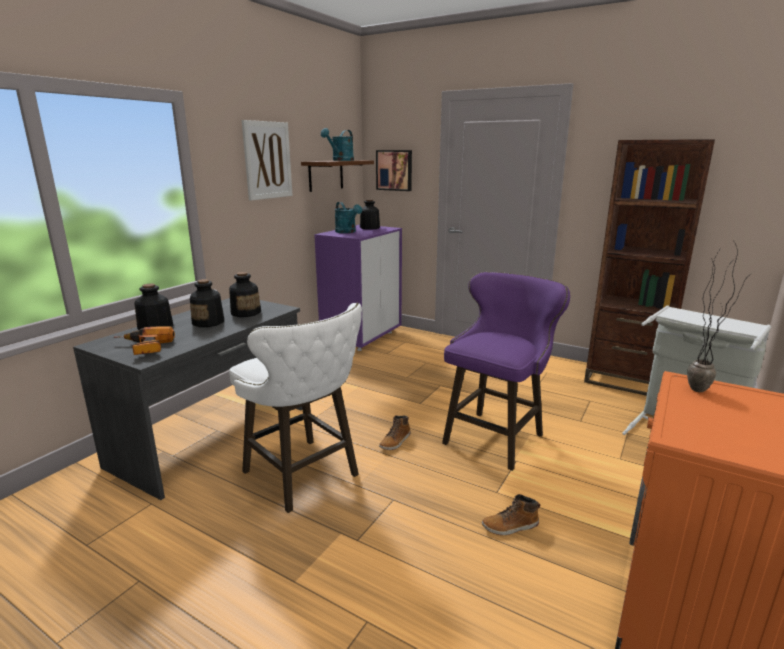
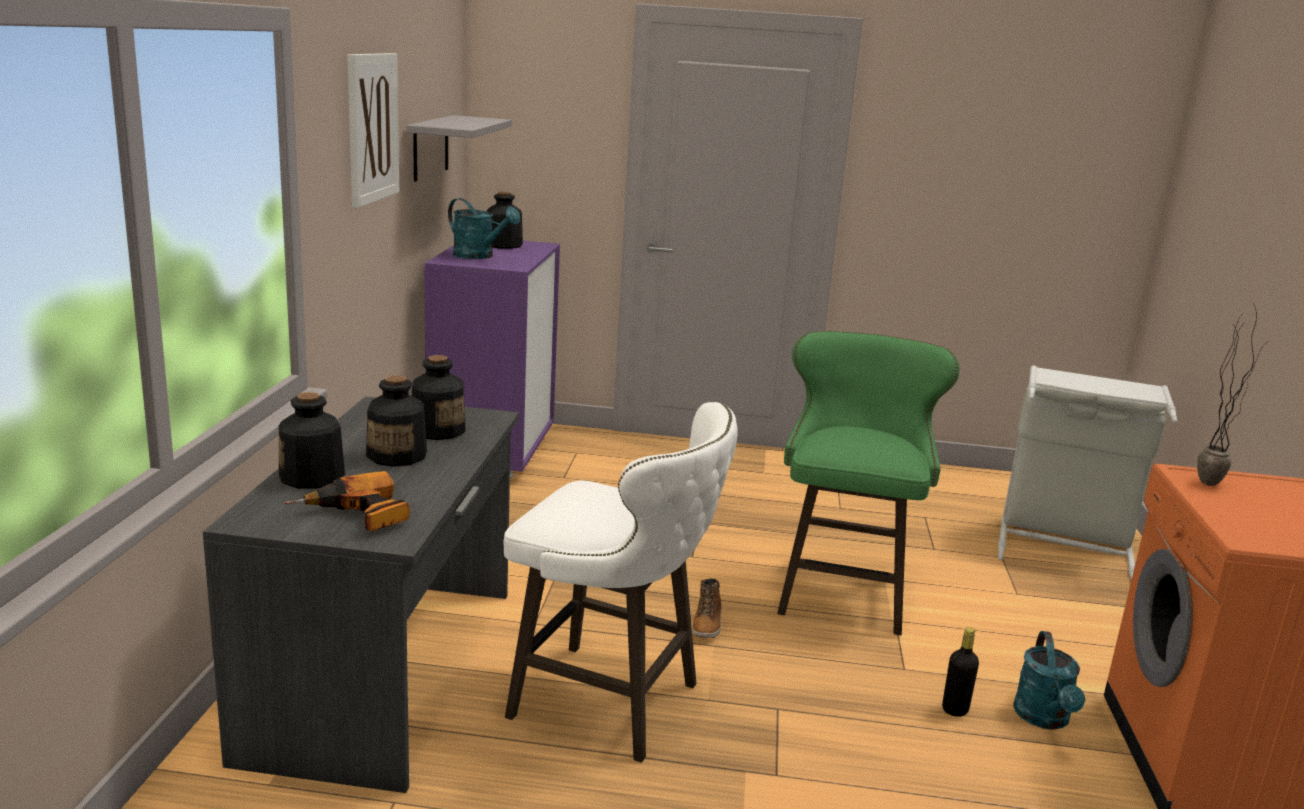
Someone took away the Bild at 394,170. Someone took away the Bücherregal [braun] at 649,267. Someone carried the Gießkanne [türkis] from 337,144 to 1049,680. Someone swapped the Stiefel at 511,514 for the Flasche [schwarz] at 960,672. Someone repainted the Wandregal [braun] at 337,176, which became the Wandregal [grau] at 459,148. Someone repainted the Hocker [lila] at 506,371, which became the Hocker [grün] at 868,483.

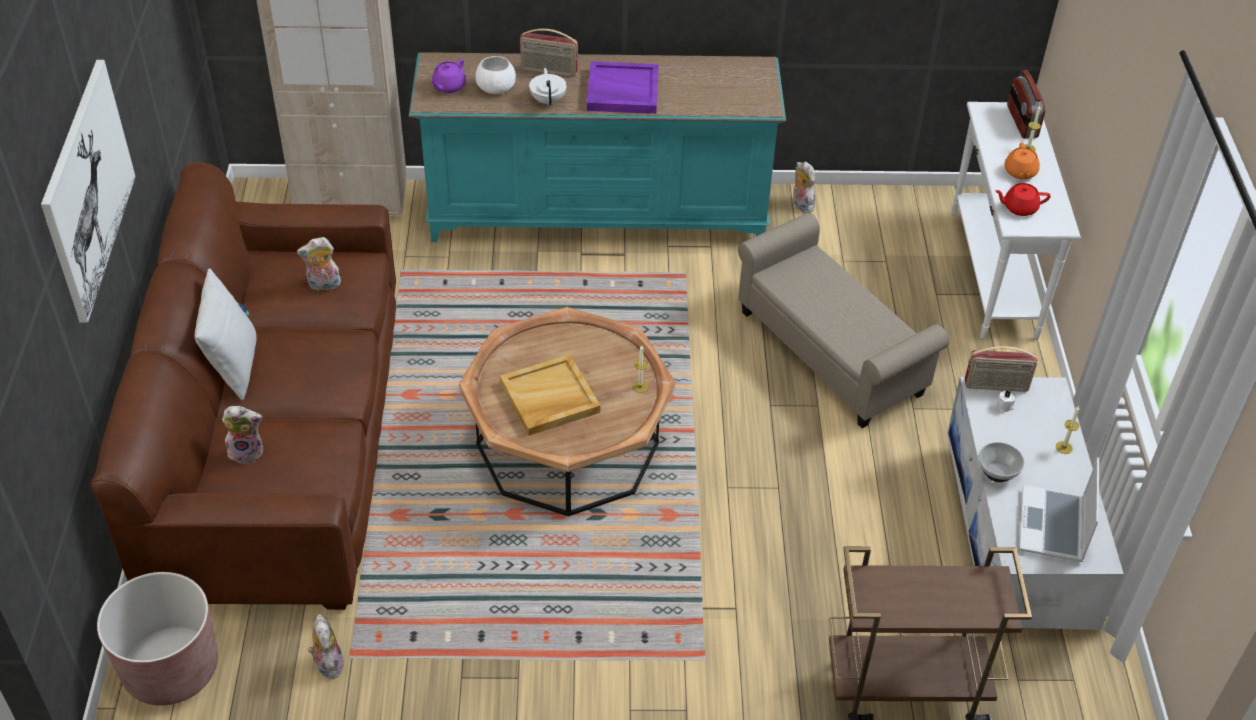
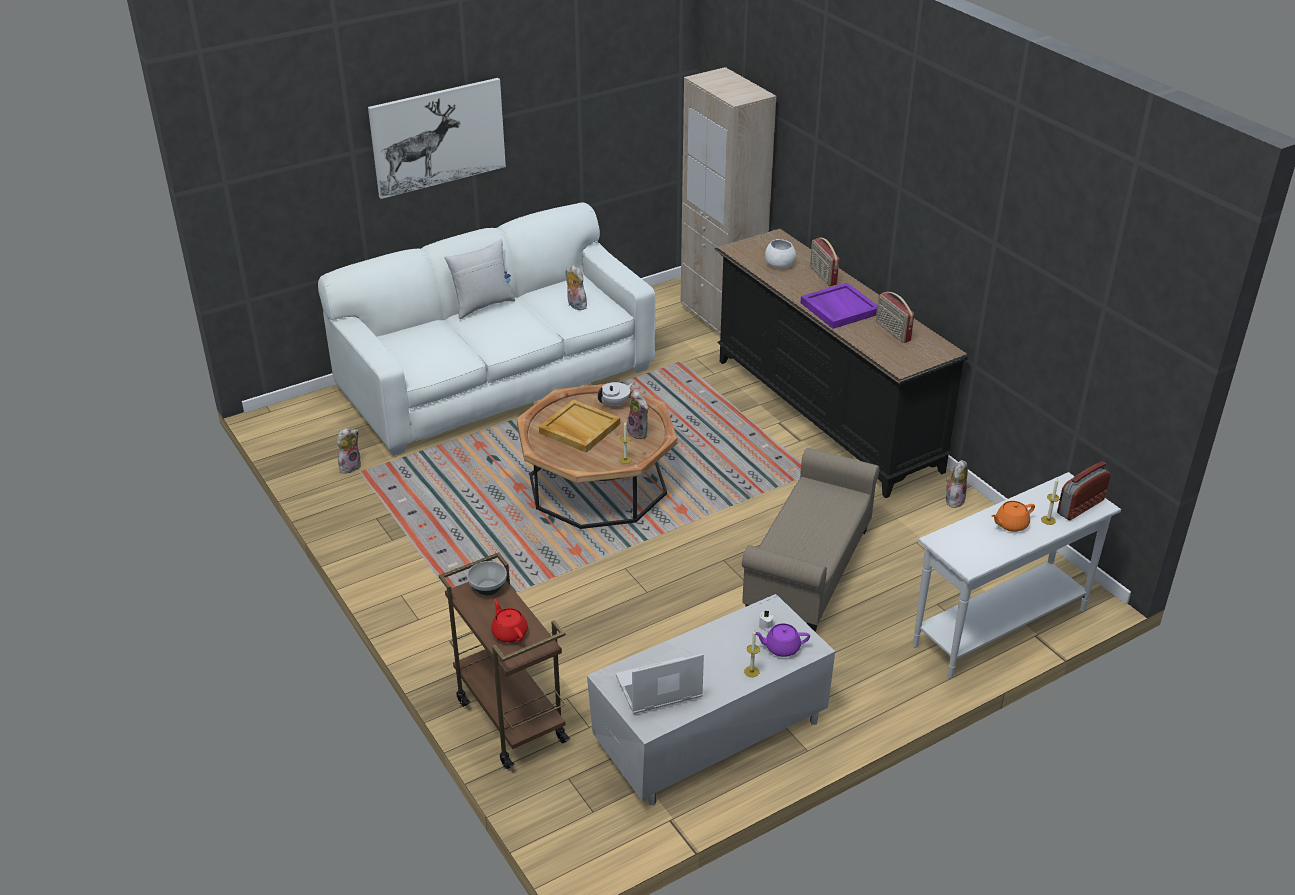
Someone took away the Pflanzkübel [braun] at 157,639. Someone carried the Plüschtier from 242,435 to 638,414. Someone carried the Teekanne [lila] from 448,76 to 783,640. Someone carried the Teekanne [weiß] from 548,87 to 616,394. Someone carried the Radio from 1001,369 to 895,317. Someone carried the Schüssel from 1001,462 to 487,578. Someone carried the Teekanne [rot] from 1023,199 to 509,621. Someone repainted the Sofa [braun] at 243,386, which became the Sofa [weiß] at 486,329. Someone repainted the Schrank [türkis] at 597,147, which became the Schrank [schwarz] at 842,363.

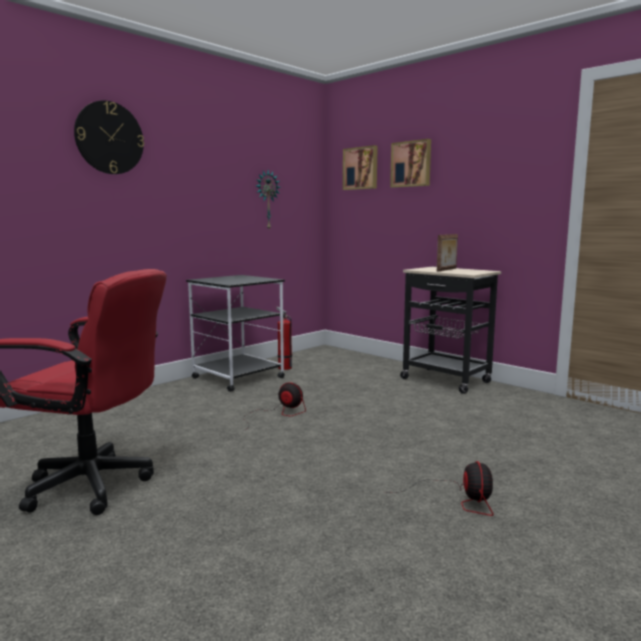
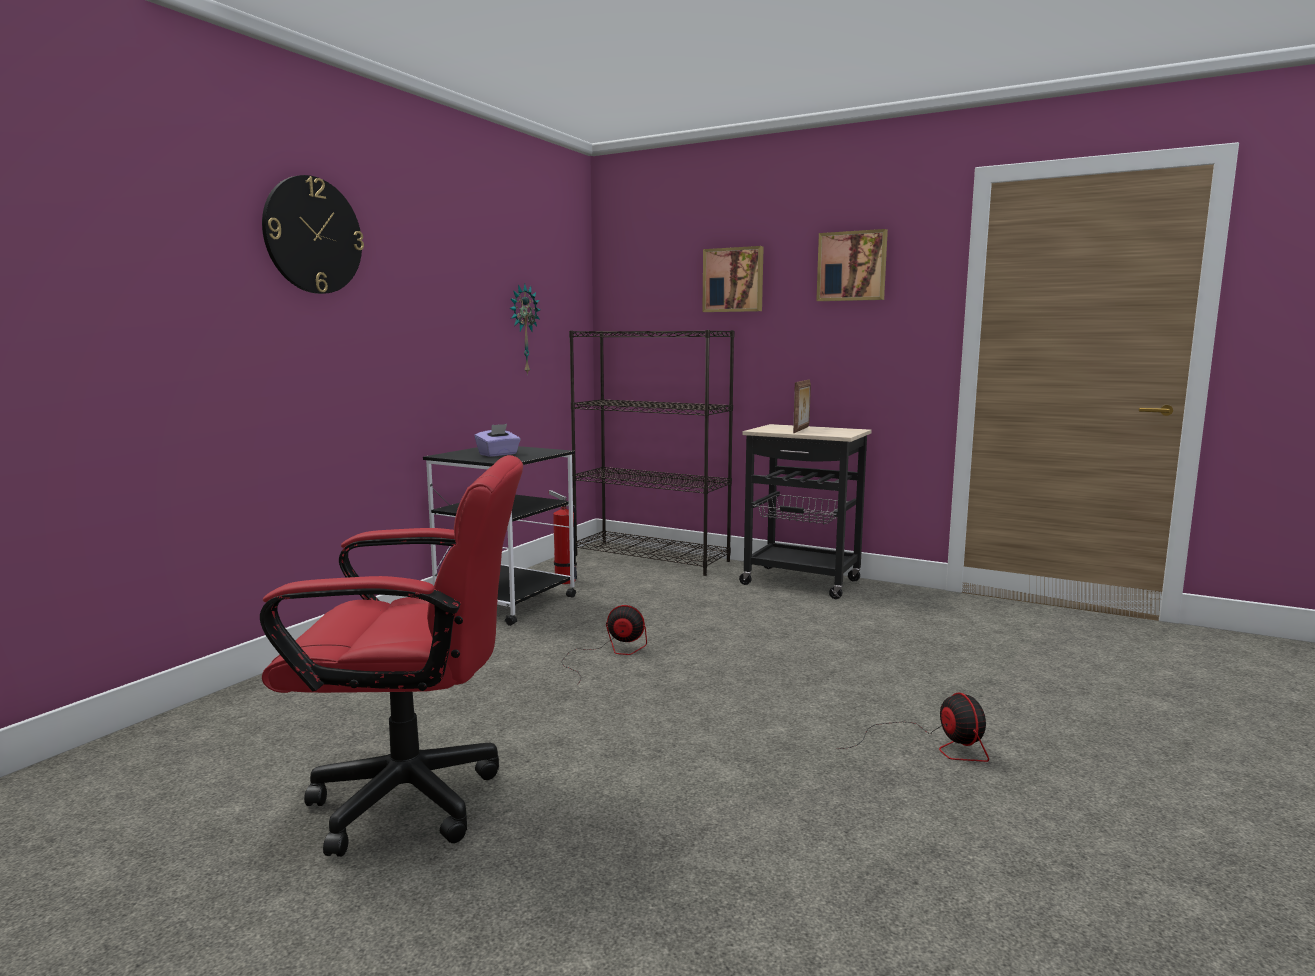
Someone put down the Taschentuchbox [lila] at 498,440. Someone put down the Bücherregal [schwarz] at 651,453. Someone carried the Bild from 360,167 to 852,265.

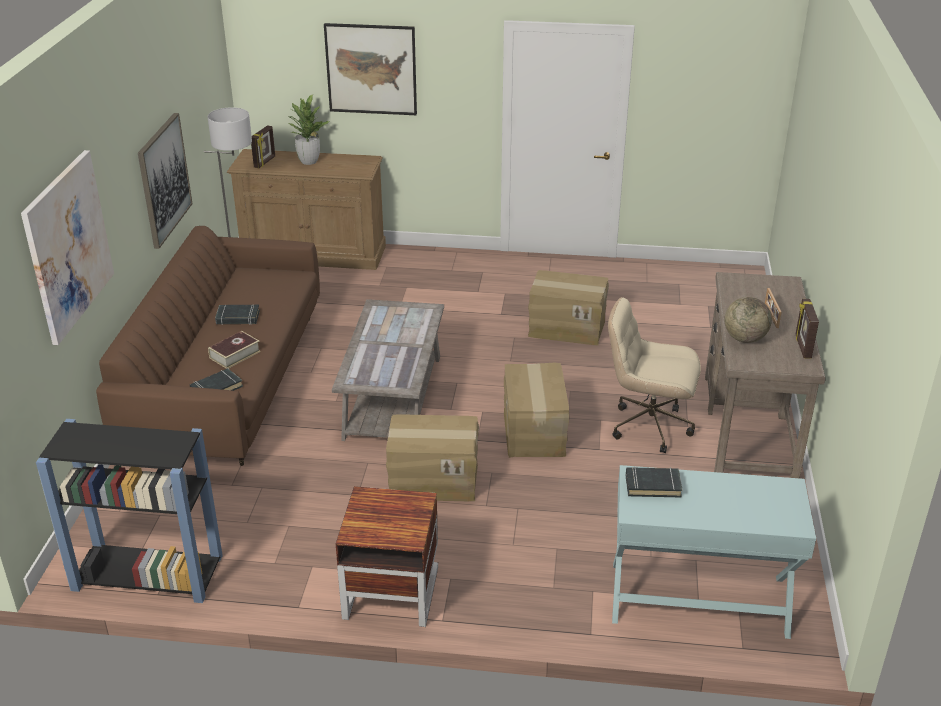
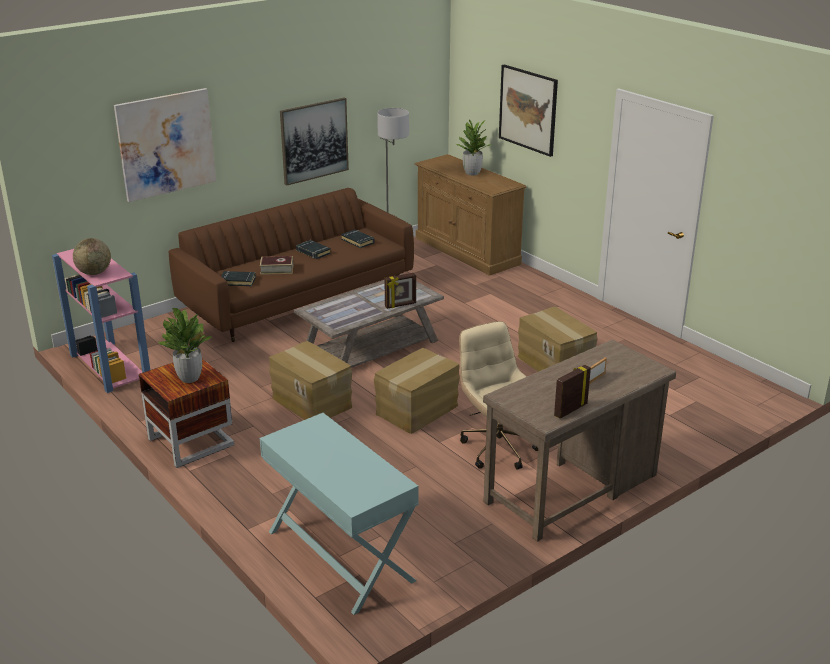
Someone put down the Topfpflanze at 184,345. Someone carried the Bilderrahmen from 263,146 to 400,291. Someone carried the Buch [schwarz] from 654,482 to 358,239. Someone carried the Globus from 748,320 to 92,256. Someone repainted the Bücherregal [schwarz] at 129,511, which became the Bücherregal [rosa] at 101,321.

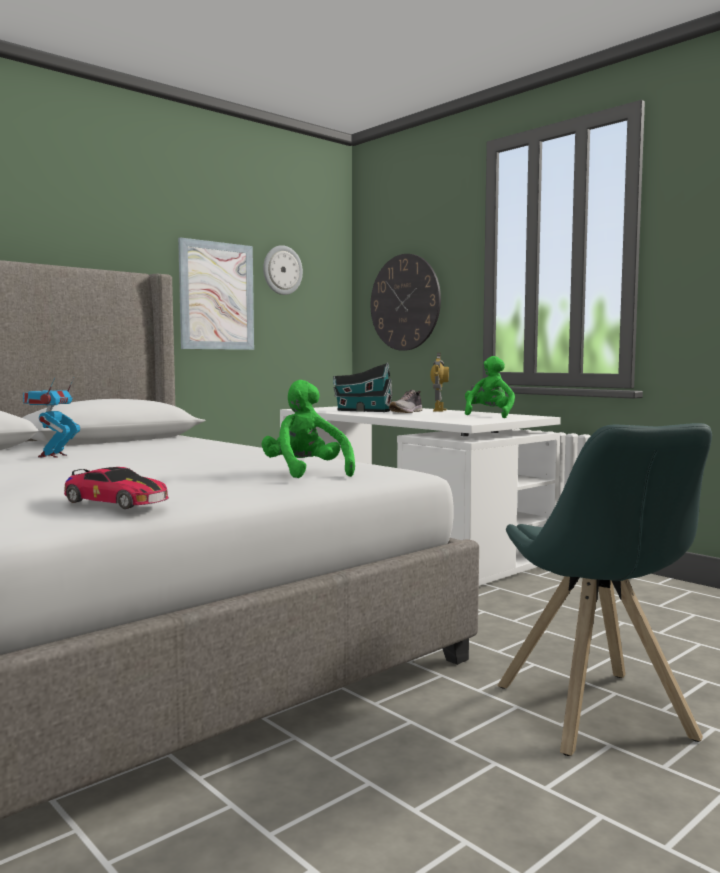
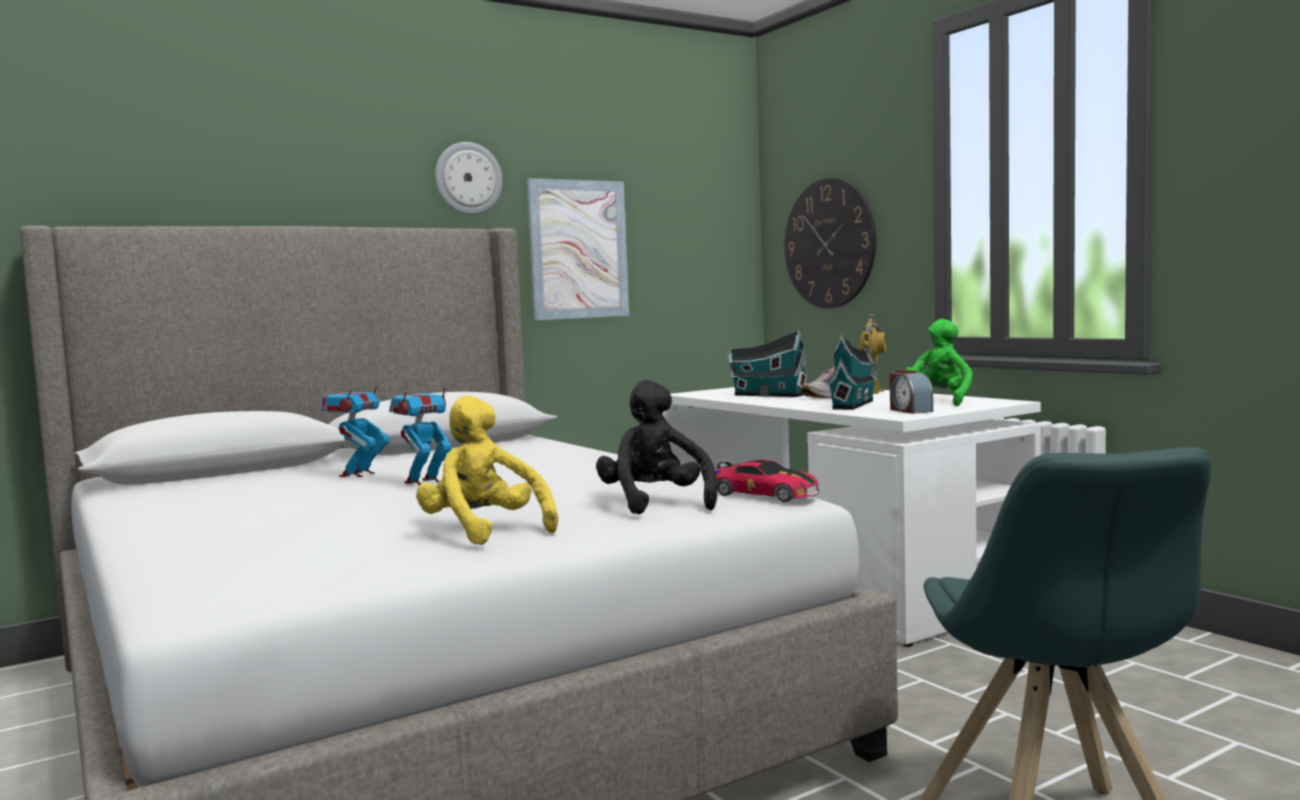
Someone put down the Spielzeugroboter at 420,431. Someone put down the Plüschtier [gelb] at 487,470. Someone put down the Spielzeughaus at 852,372. Someone put down the Wecker at 911,392. Someone carried the Spielzeugauto from 116,488 to 767,480. Someone carried the Wanduhr from 283,270 to 469,178. Someone repainted the Plüschtier [grün] at 308,429, which became the Plüschtier [schwarz] at 656,447.

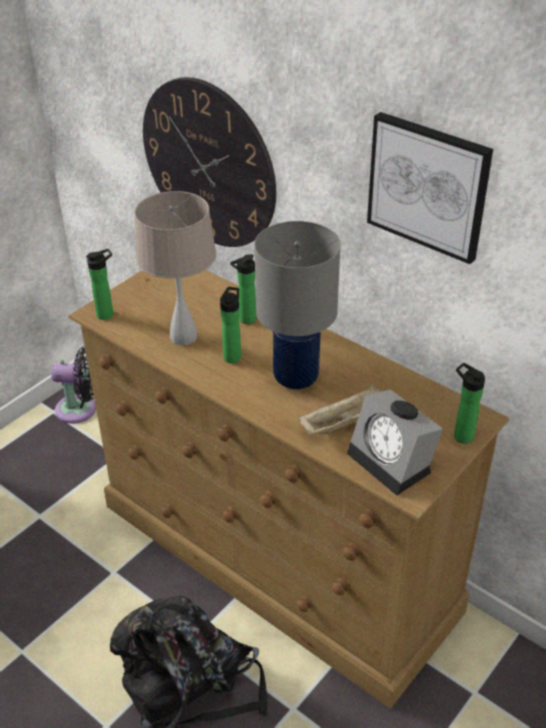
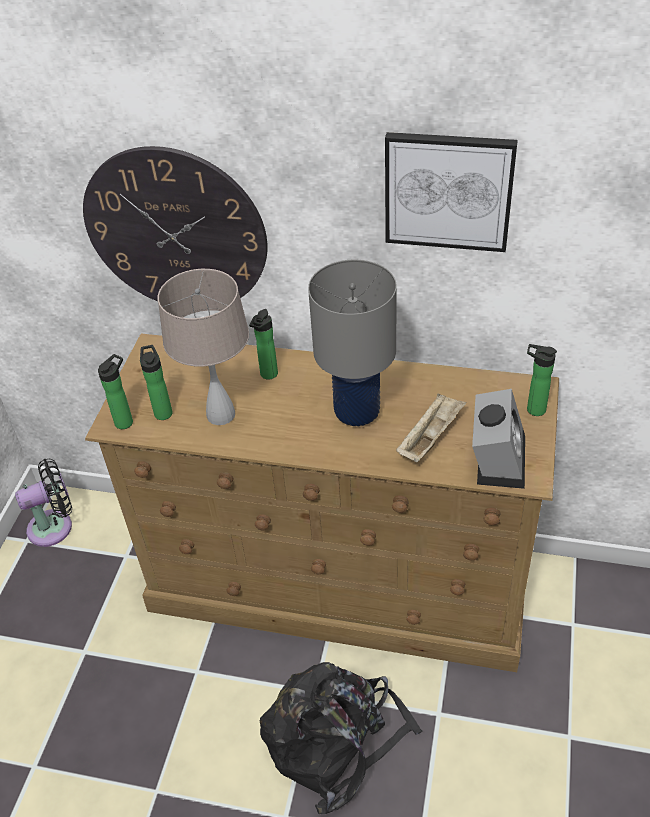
Someone carried the Flasche from 230,325 to 156,382. Someone rotated the Wecker at 395,442 by 105 degrees counterclockwise.

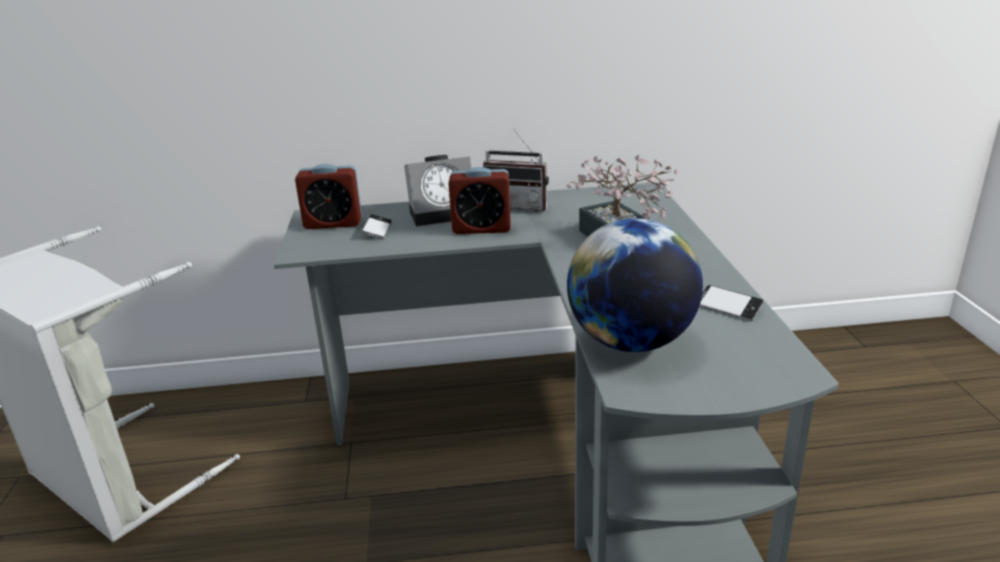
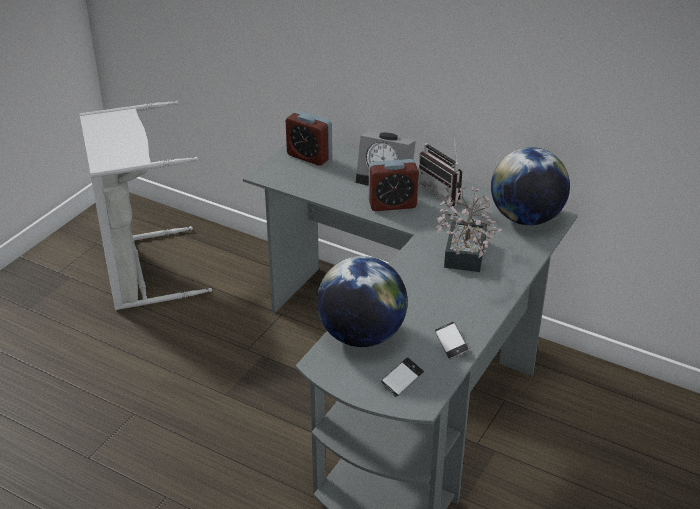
Someone put down the Globus at 530,186. Someone carried the Handy from 376,226 to 402,377. Someone rotated the Wecker at 479,200 by 45 degrees counterclockwise.

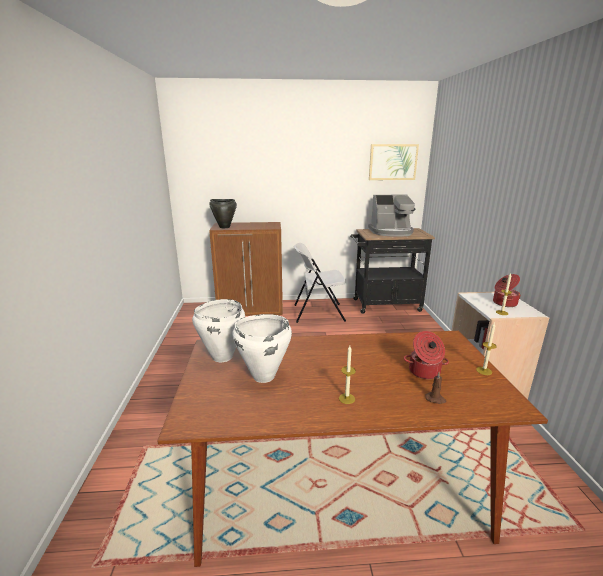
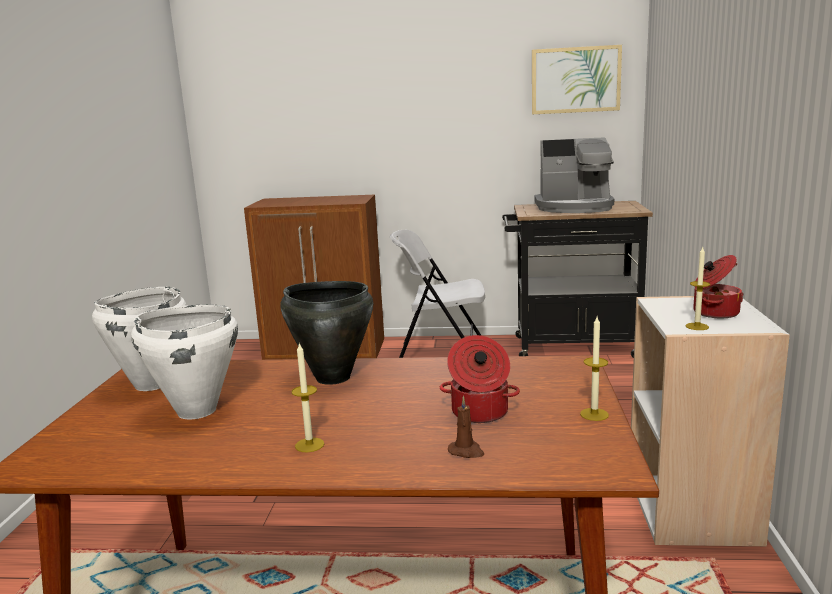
Someone carried the Kochtopf [schwarz] from 223,213 to 326,333.

